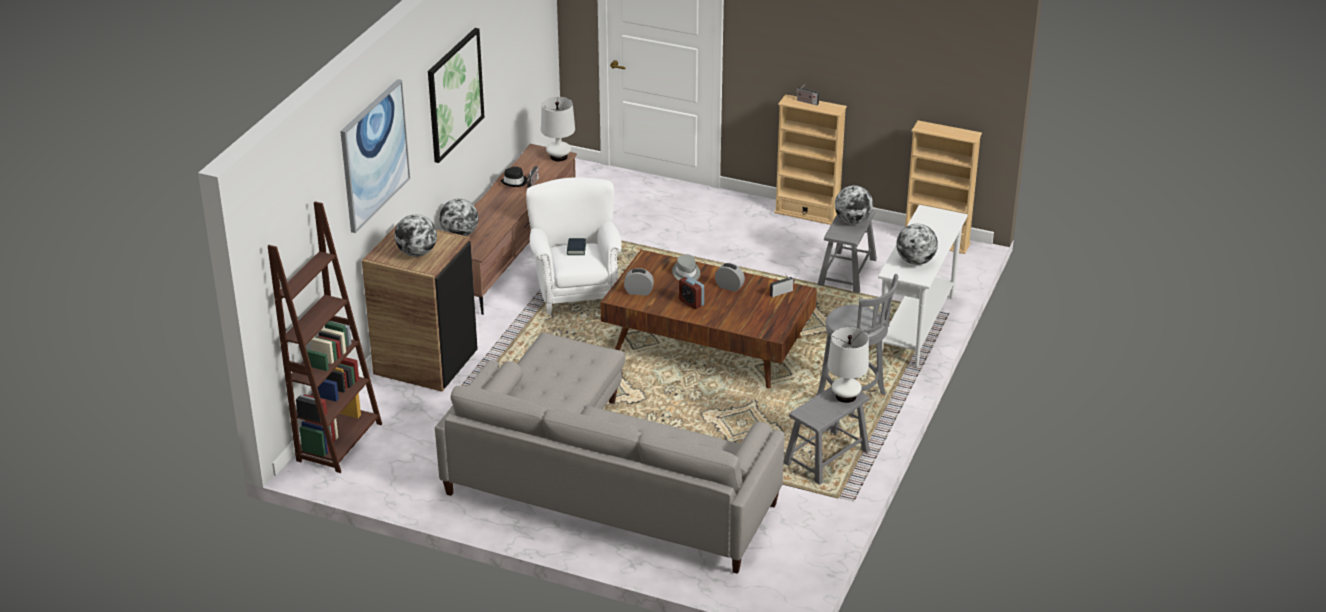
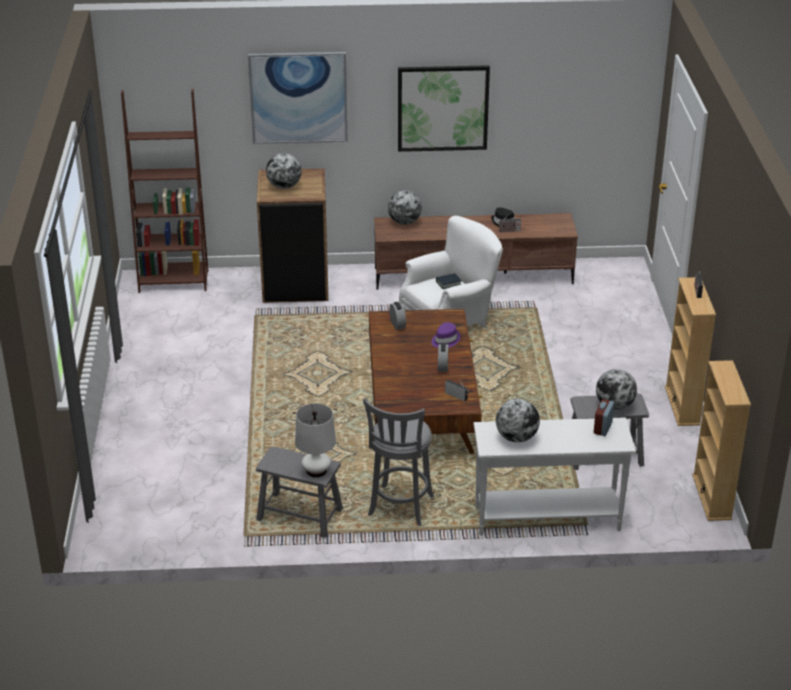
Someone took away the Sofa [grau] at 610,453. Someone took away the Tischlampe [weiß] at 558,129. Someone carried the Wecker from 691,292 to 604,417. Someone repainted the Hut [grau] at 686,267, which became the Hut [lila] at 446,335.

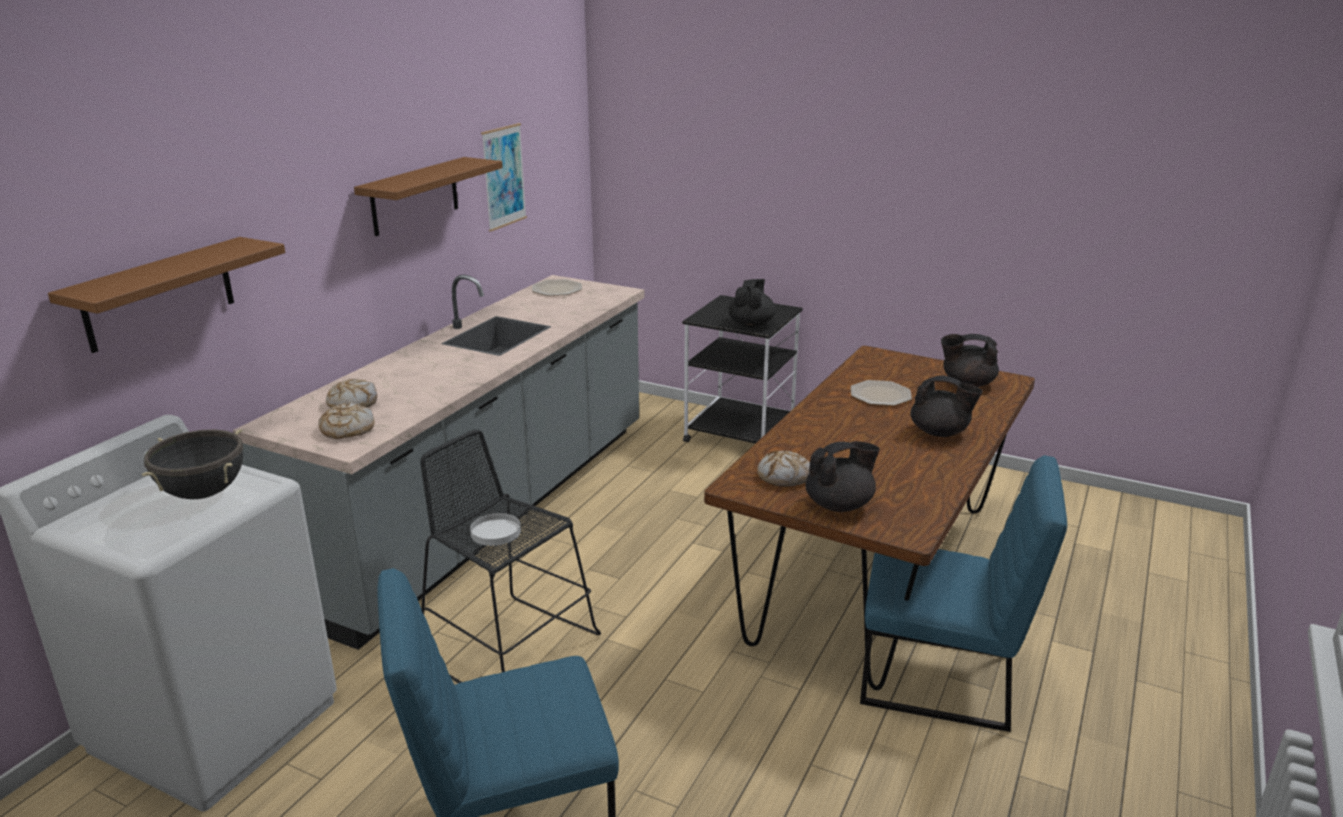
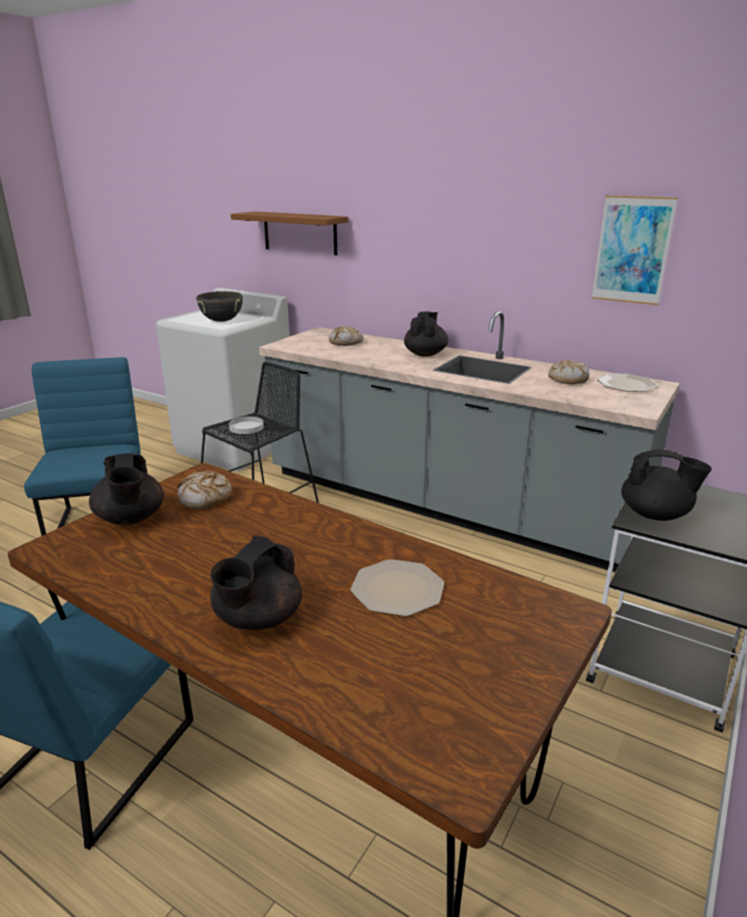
Someone took away the Wandregal [braun] at 428,196. Someone carried the Brot from 346,420 to 568,372. Someone carried the Teekanne [schwarz] from 970,360 to 426,334.

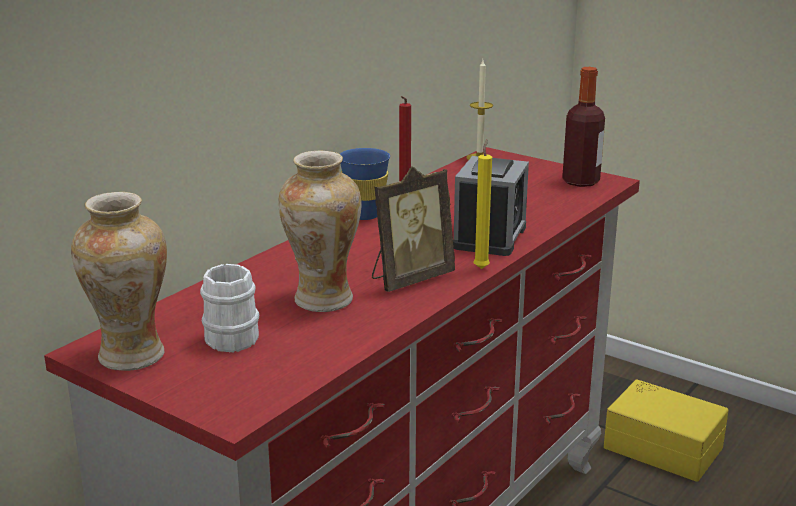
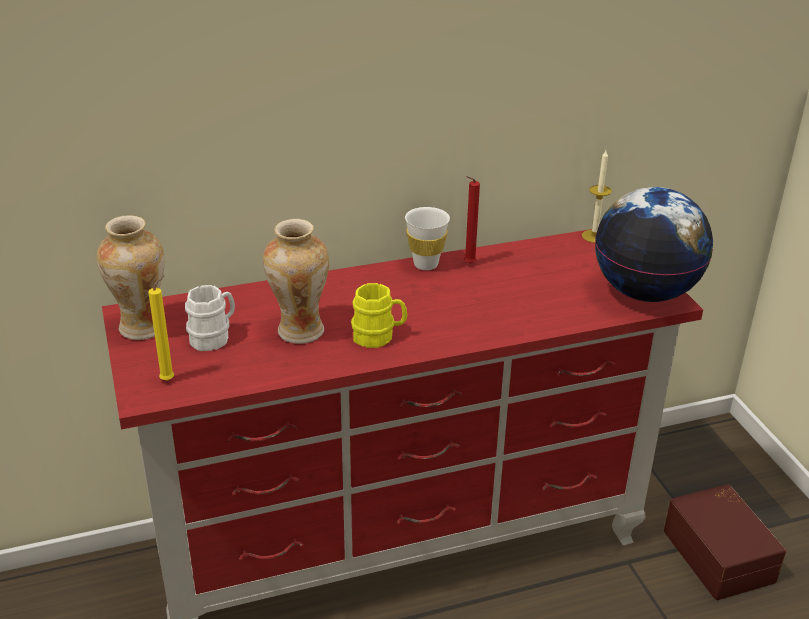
Someone took away the Wecker at 491,206. Someone carried the Kerze [gelb] from 482,204 to 161,328. Someone swapped the Bilderrahmen at 413,229 for the Henkelbecher [gelb] at 379,315. Someone swapped the Flasche at 583,127 for the Globus at 654,244. Someone repainted the Tasse [blau] at 365,184, which became the Tasse [weiß] at 427,238. Someone repainted the Aufbewahrungsbox [gelb] at 666,431, which became the Aufbewahrungsbox [braun] at 725,542.

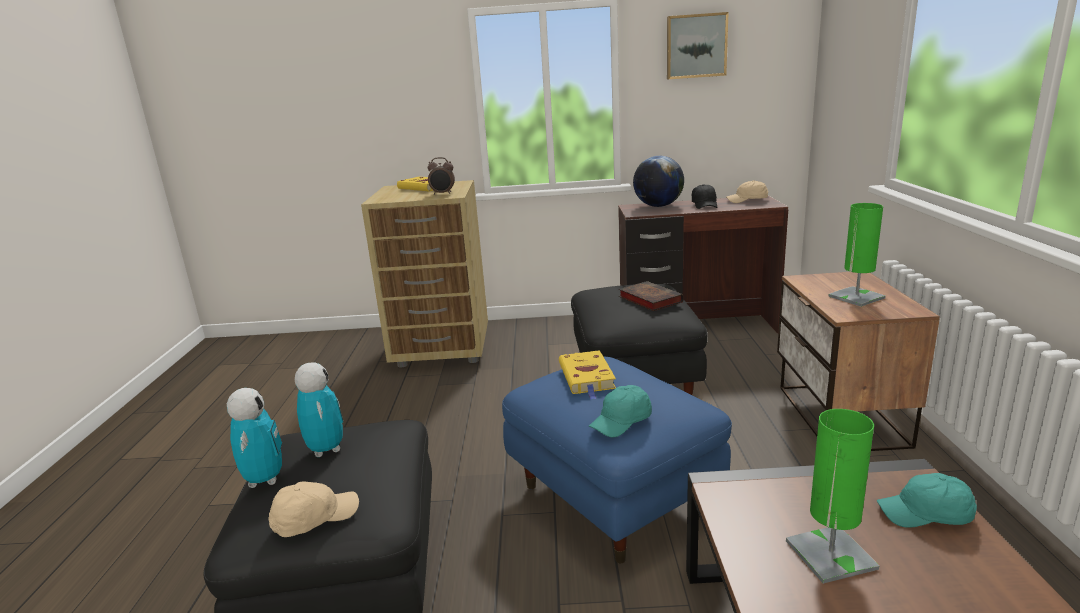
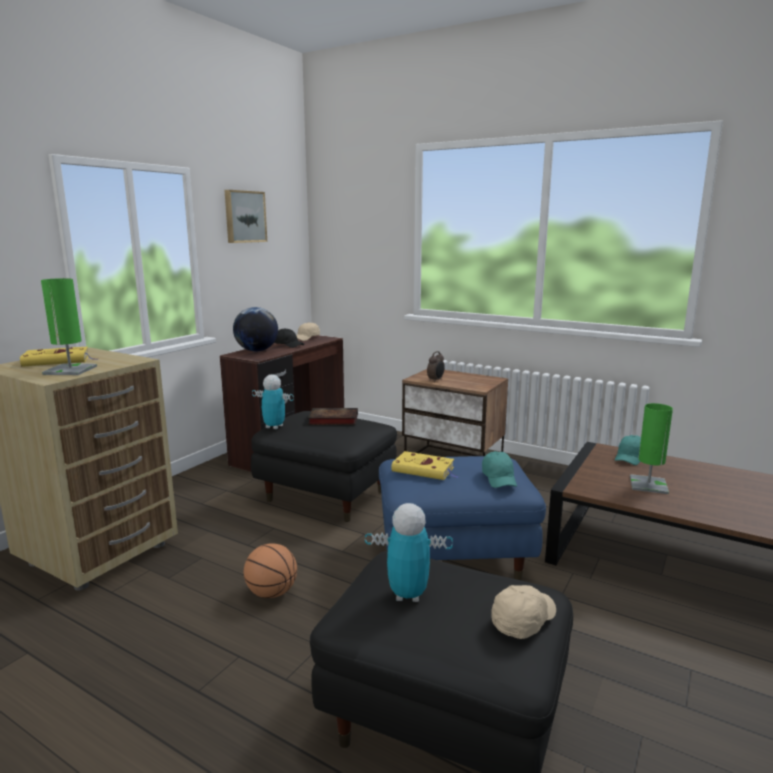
Someone put down the Basketball at 270,570. Someone carried the Spielzeugroboter from 254,438 to 273,402. Someone carried the Wecker from 441,176 to 436,366. Someone carried the Tischlampe [grün] from 857,255 to 69,326. Someone rotated the Kappe [beige] at 313,509 by 45 degrees clockwise.

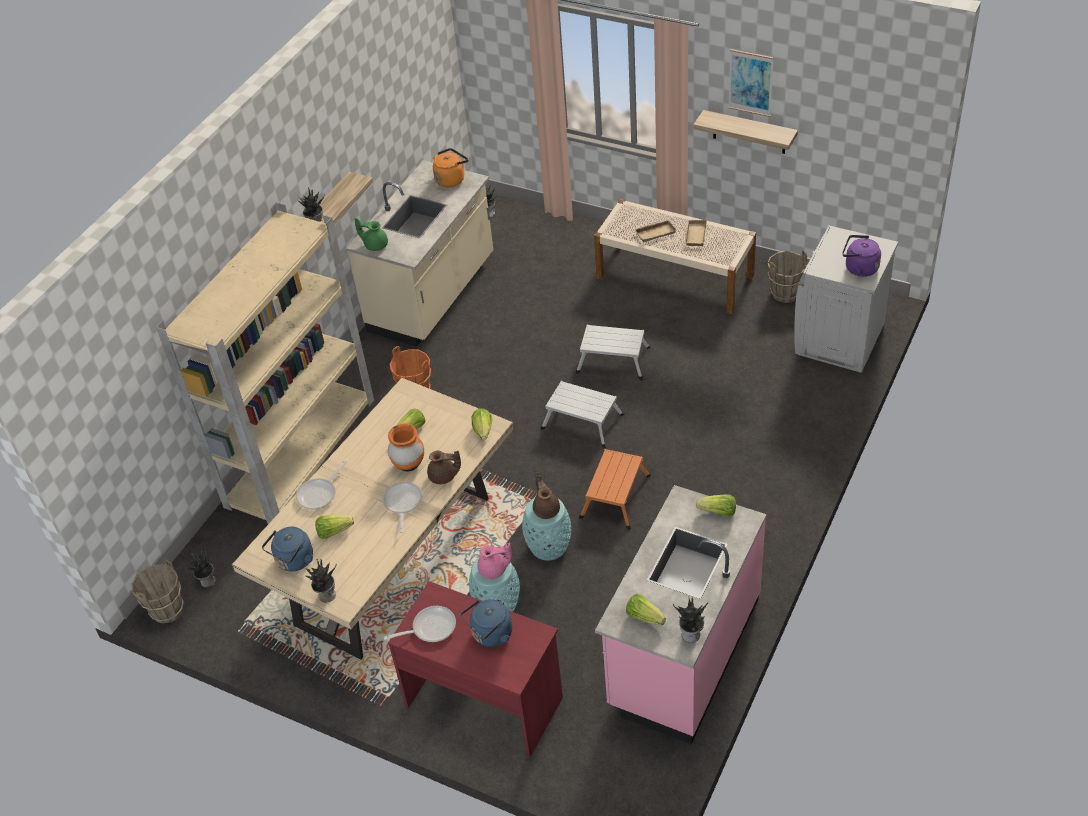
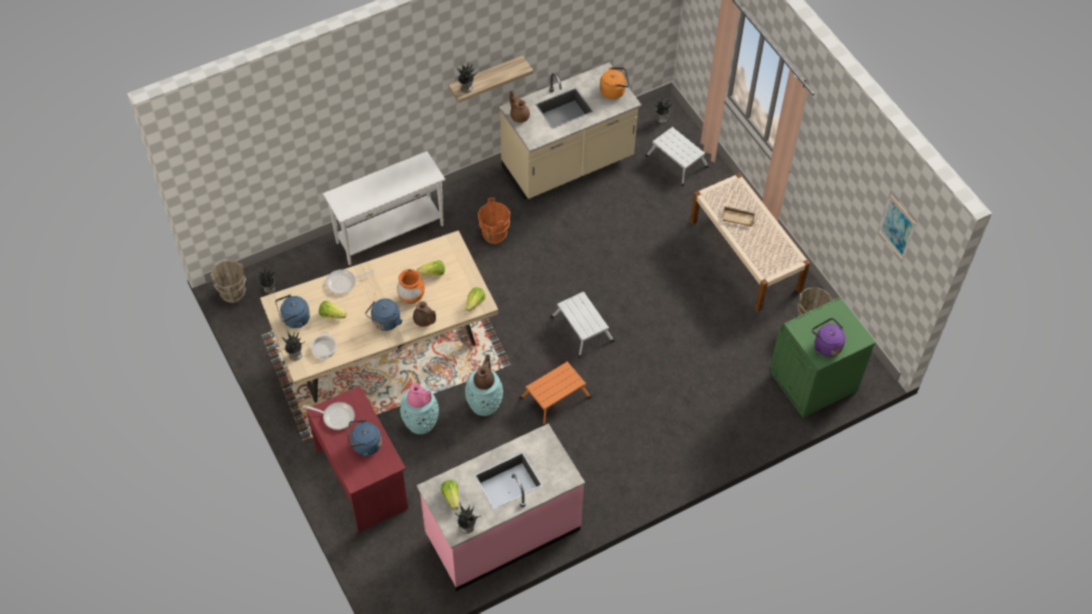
Someone took away the Tablett [beige] at 696,233. Someone took away the Wandregal at 745,132. Someone took away the Salatkopf at 716,505. Someone put down the Kochtopf at 324,346. Someone carried the Trittleiter [weiß] from 613,353 to 677,157. Someone carried the Bild from 751,83 to 897,227. Someone swapped the Bücherregal [beige] at 265,363 for the Konsolentisch [weiß] at 384,208. Someone swapped the Pfanne at 402,507 for the Wasserkessel [blau] at 383,314. Someone repainted the Teekanne [grün] at 371,234, which became the Teekanne [braun] at 520,107. Someone repainted the Waschmaschine [weiß] at 846,299, which became the Waschmaschine [grün] at 823,357.

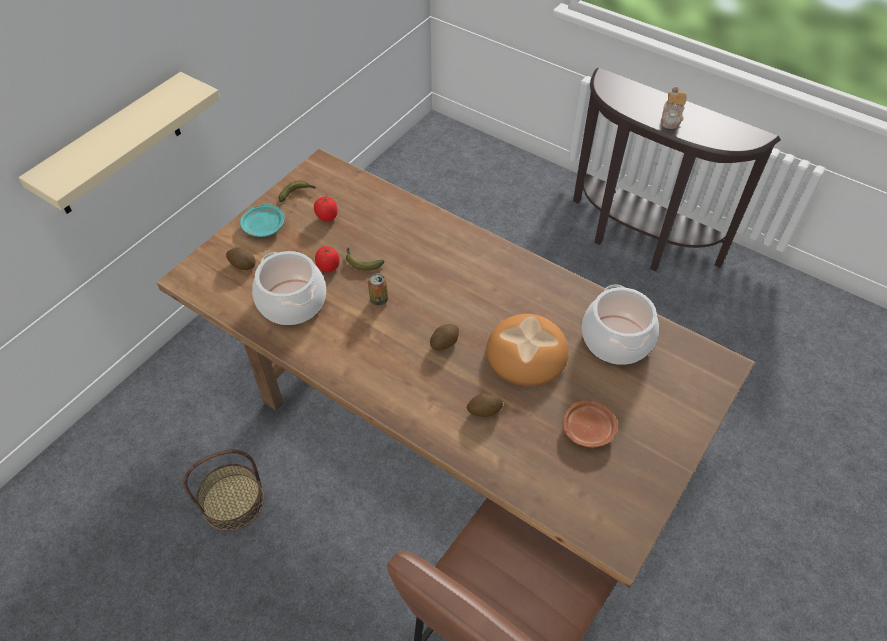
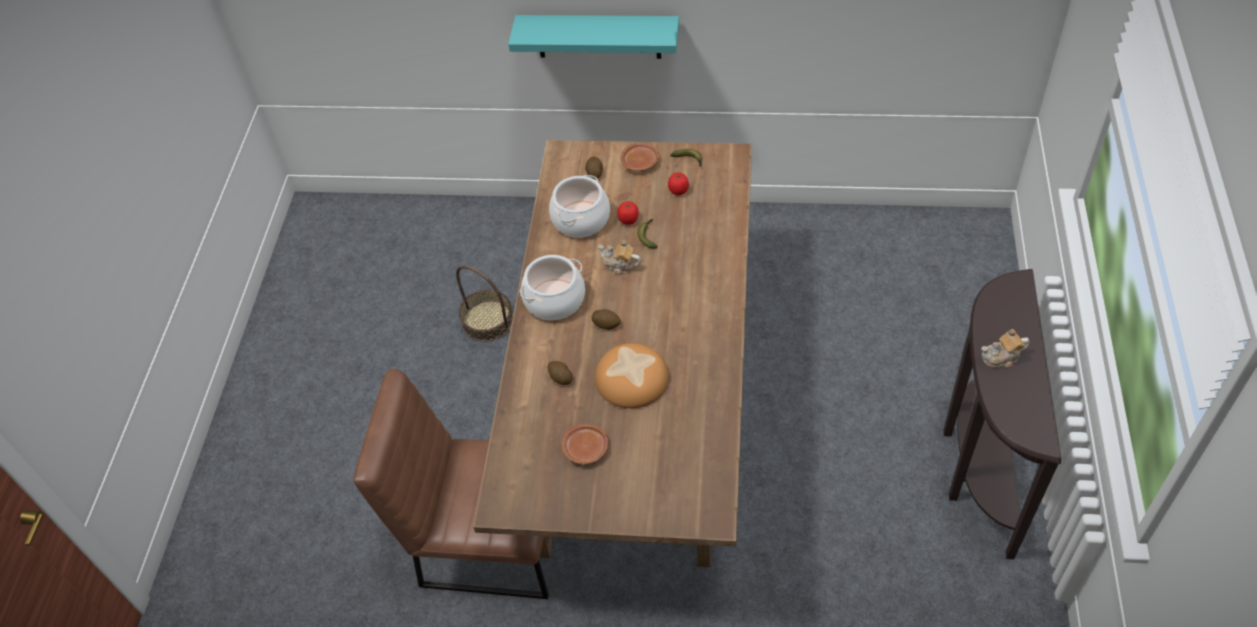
Someone carried the Kochtopf from 620,325 to 552,287. Someone swapped the Dose at 378,289 for the Teekanne at 619,257. Someone repainted the Wandregal [beige] at 119,143, which became the Wandregal [türkis] at 593,37. Someone repainted the Teller [türkis] at 262,220, which became the Teller [braun] at 640,157.

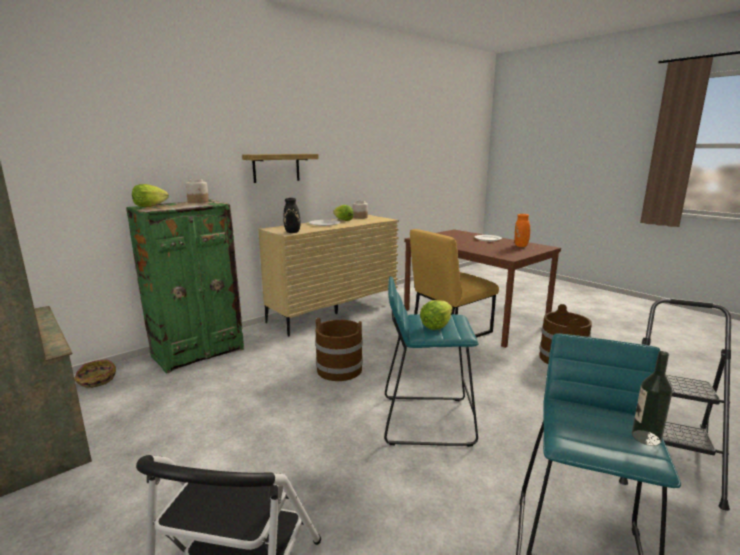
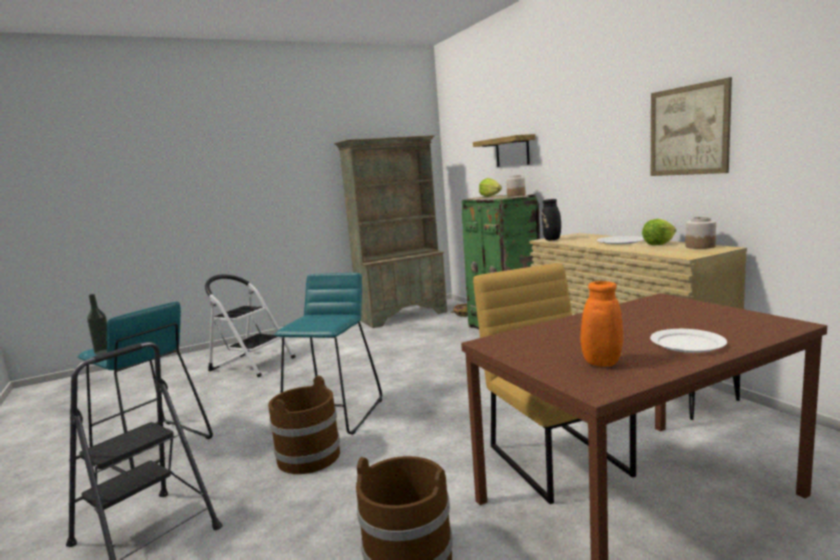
Someone took away the Salatkopf at 436,315. Someone put up the Bild at 691,126. Someone carried the Wandregal from 280,168 to 504,150. Someone carried the Eimer [braun] from 339,349 to 304,425.

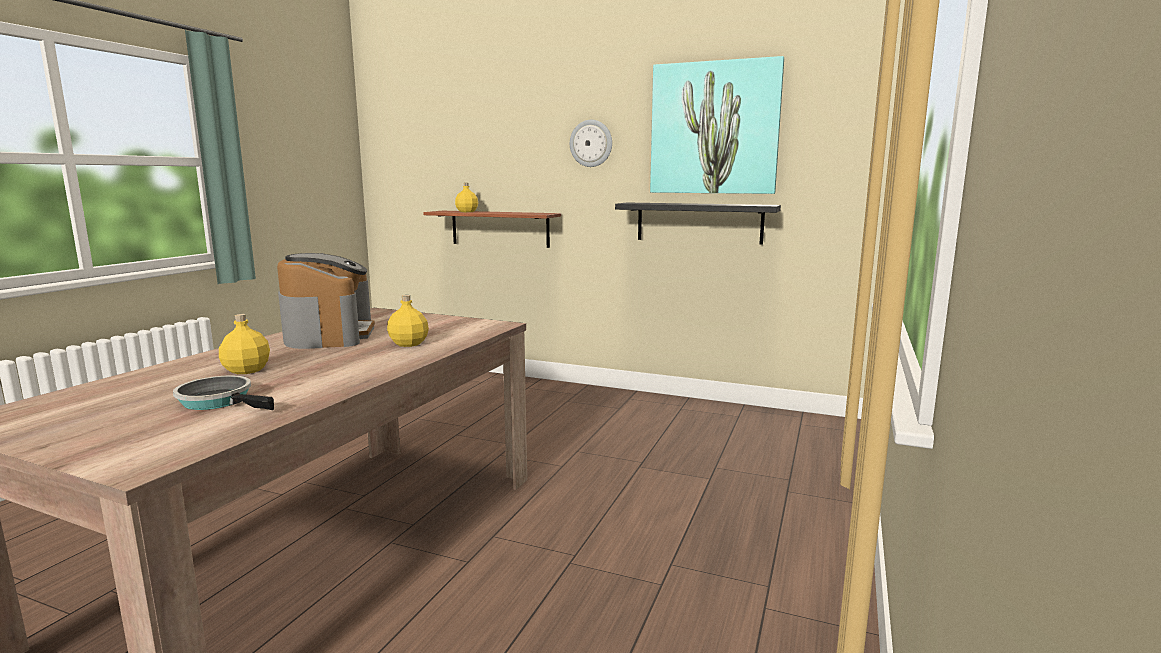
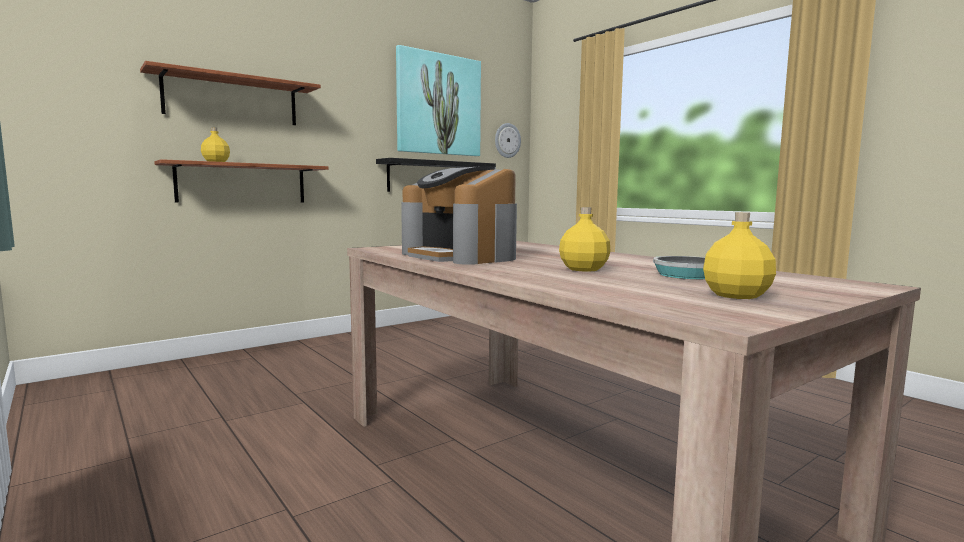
Someone put up the Wandregal at 230,93. Someone carried the Flasche [gelb] from 408,321 to 739,255. Someone carried the Wanduhr from 591,143 to 508,140. Someone rotated the Kaffeemaschine at 326,301 by 150 degrees counterclockwise.

